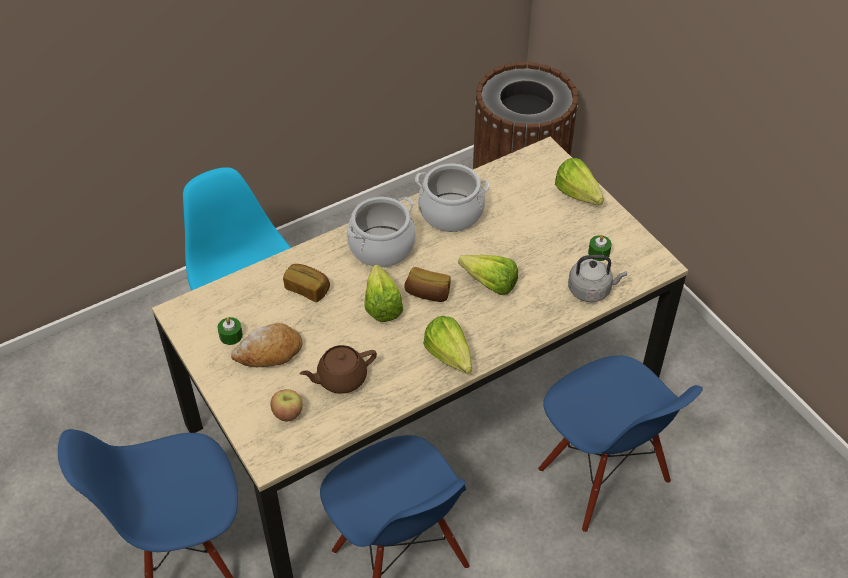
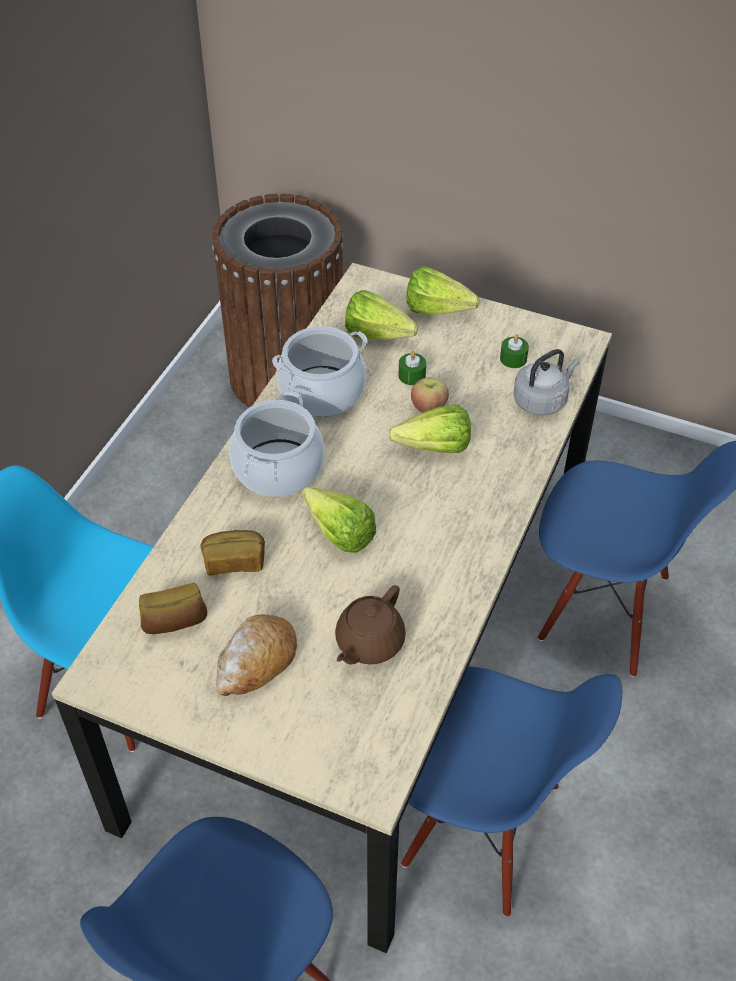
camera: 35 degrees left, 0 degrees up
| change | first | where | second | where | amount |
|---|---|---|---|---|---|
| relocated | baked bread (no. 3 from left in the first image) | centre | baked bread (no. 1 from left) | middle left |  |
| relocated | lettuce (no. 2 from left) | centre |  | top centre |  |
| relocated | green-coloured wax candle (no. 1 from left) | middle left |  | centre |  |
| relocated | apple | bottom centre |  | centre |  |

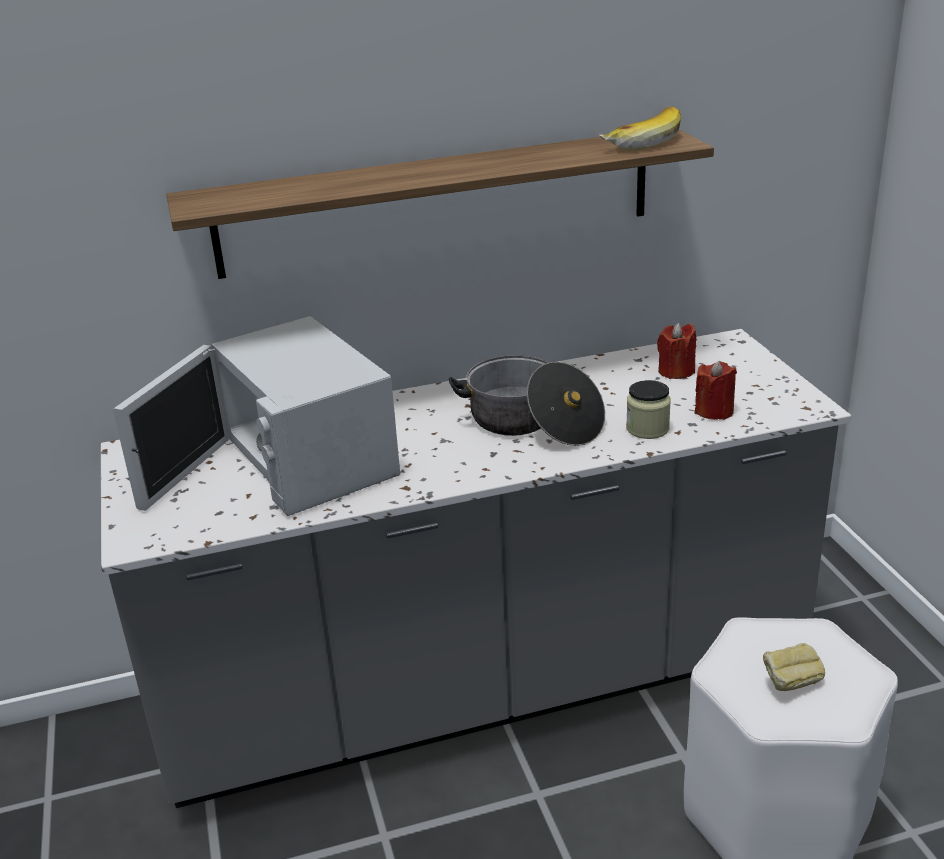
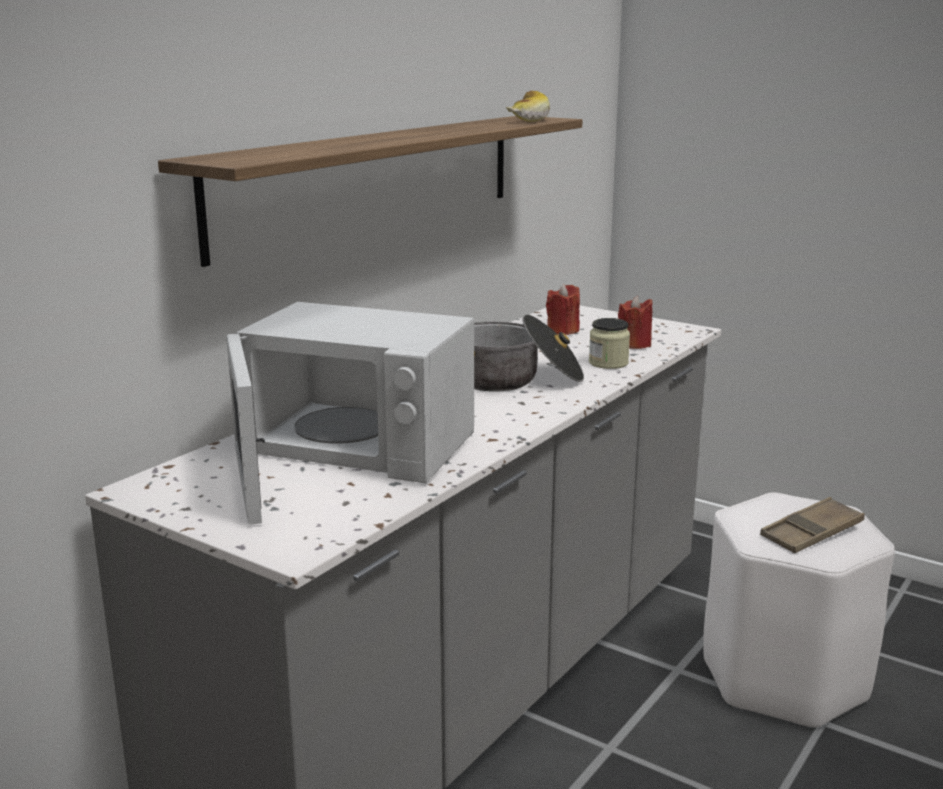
camera: 40 degrees left, 10 degrees down
| change | first | where | second | where | amount |
|---|---|---|---|---|---|
| exchanged | baked bread | bottom right | brownish carrying tray | middle right |  |

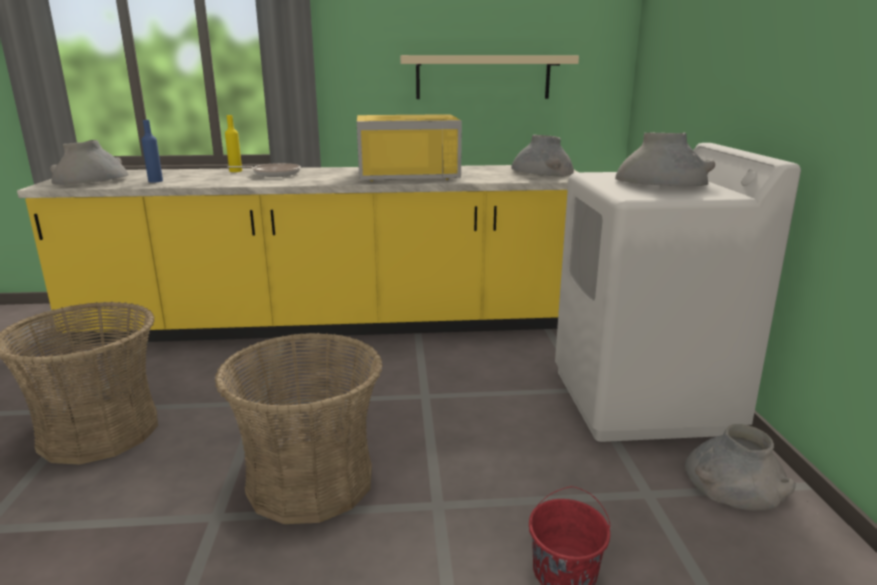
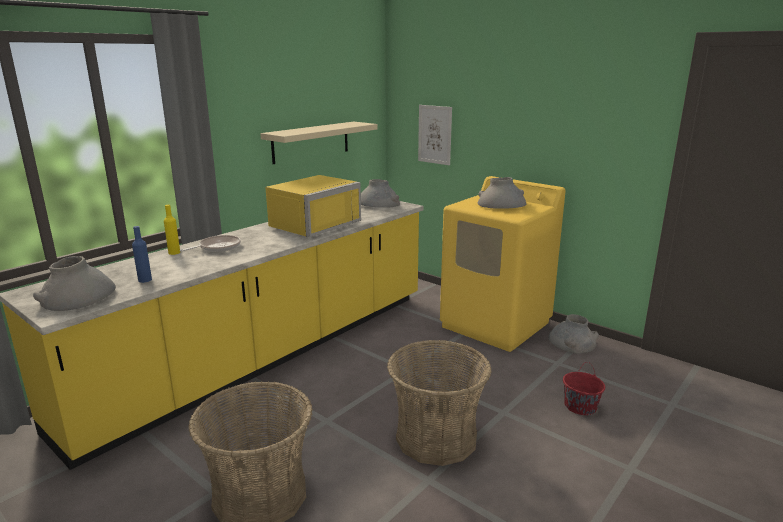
camera: 45 degrees left, 0 degrees up
| change | first | where | second | where | amount |
|---|---|---|---|---|---|
| appeared |  |  | picture | top centre |  |
| colour | whitish washing machine | middle right | yellowish washing machine | centre |  |

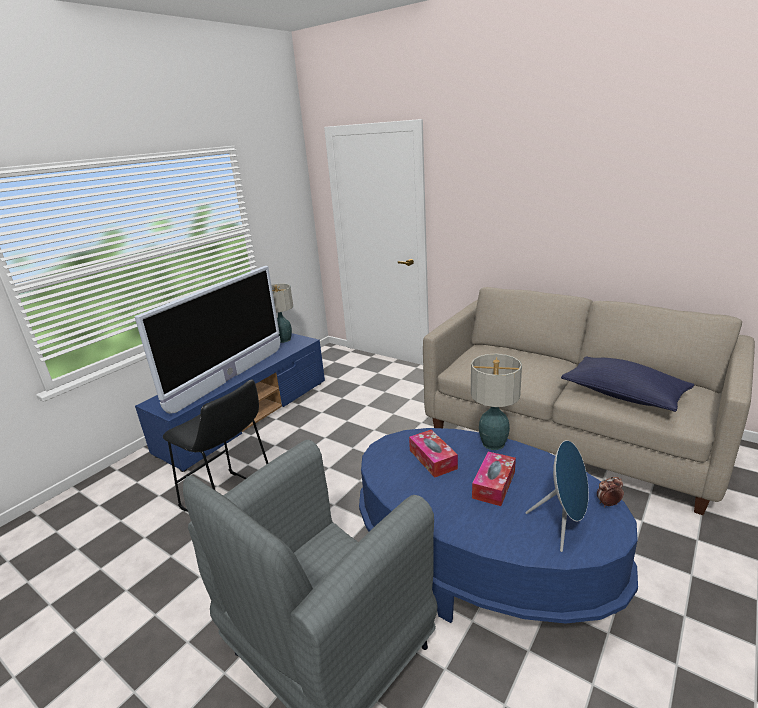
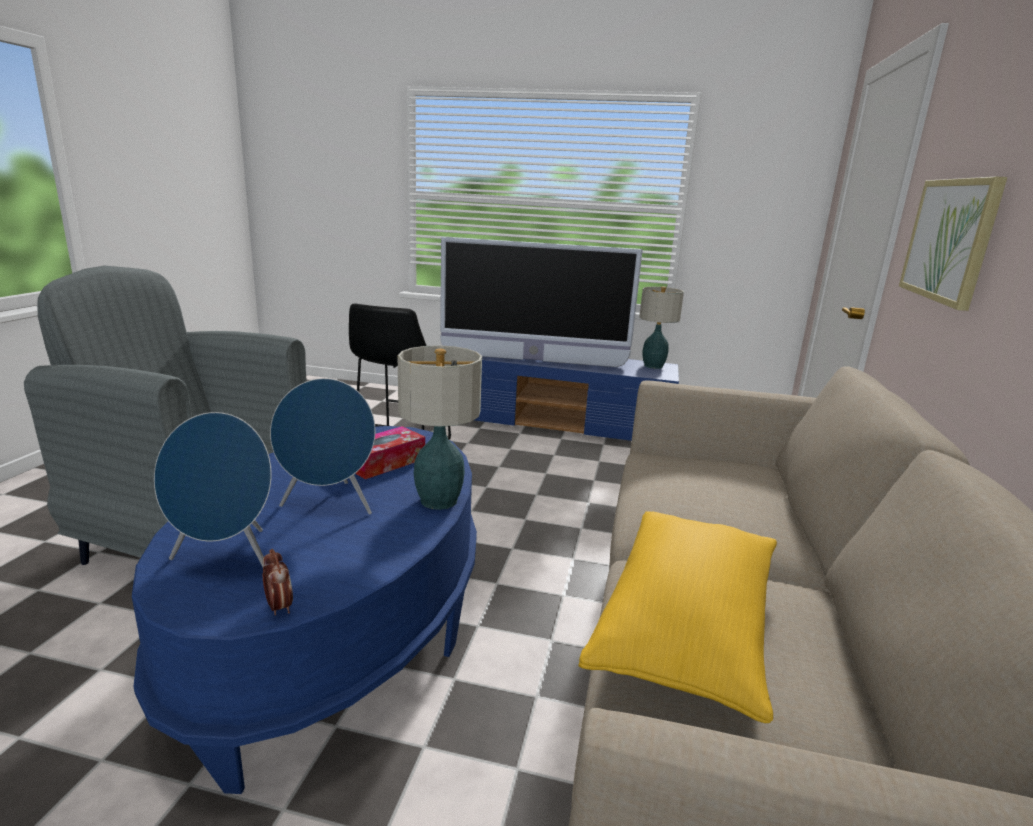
camera: 65 degrees right, 5 degrees down
| change | first | where | second | where | amount |
|---|---|---|---|---|---|
| exchanged | tissue holder (no. 2 from left) | bottom centre | blue-coloured audio speaker (no. 2 from left) | middle left |  |
| colour | blue-coloured pillow | middle right | yellowish pillow | bottom centre |  |
| appeared |  |  | picture | top right |  |

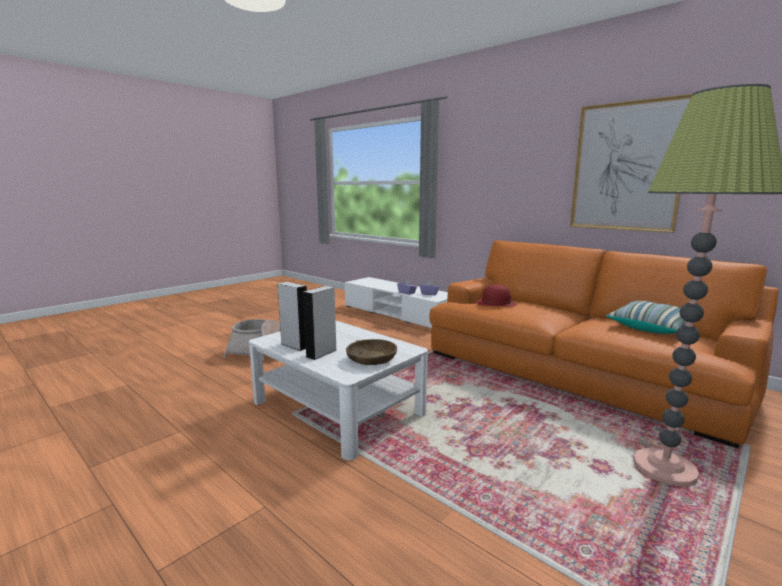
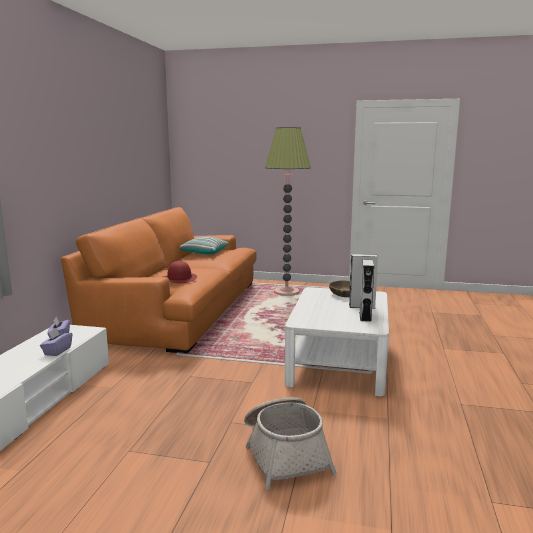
camera: 120 degrees left, 0 degrees up
| change | first | where | second | where | amount |
|---|---|---|---|---|---|
| missing | picture | top right |  |  |  |

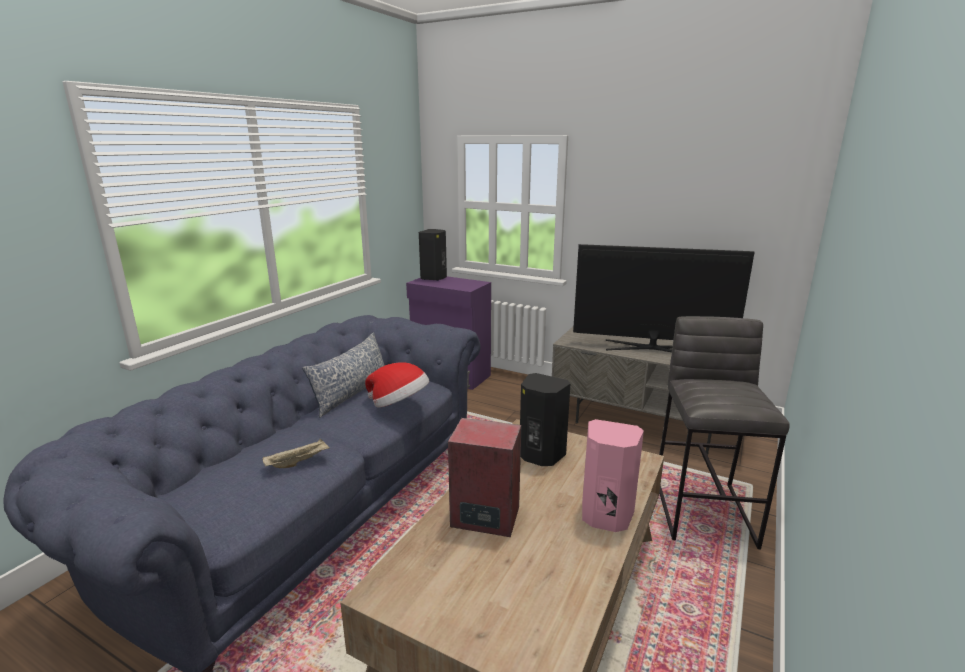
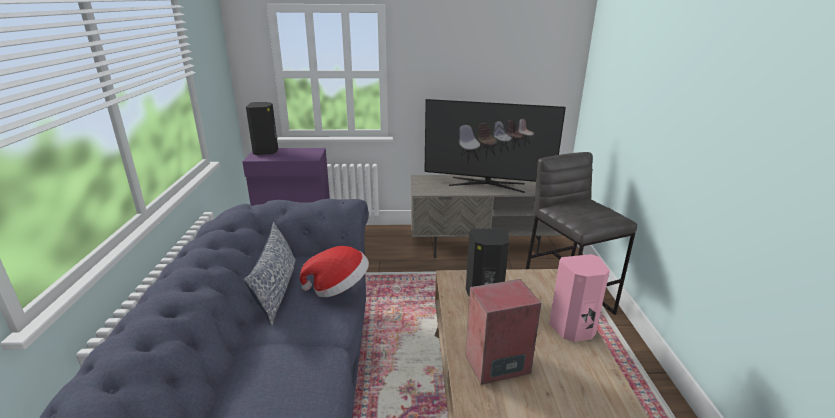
camera: 30 degrees left, 5 degrees up
| change | first | where | second | where | amount |
|---|---|---|---|---|---|
| spun | TV set | middle right |  | centre | 150 degrees counterclockwise |
| missing | beige-coloured carrying tray | bottom left |  |  |  |

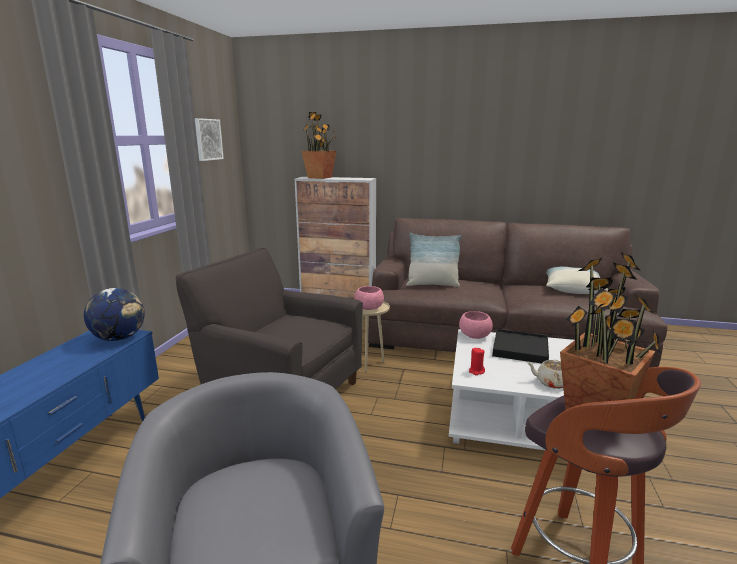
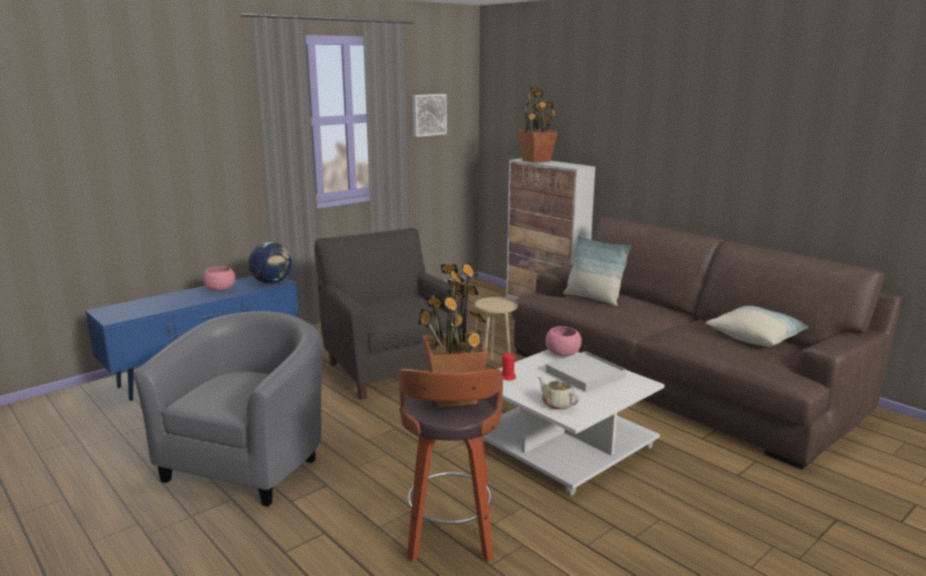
camera: 35 degrees right, 0 degrees up
| change | first | where | second | where | amount |
|---|---|---|---|---|---|
| relocated | pinkish serving bowl (no. 1 from left) | centre |  | middle left |  |
| colour | blackish carrying tray | middle right | whitish carrying tray | centre |  |

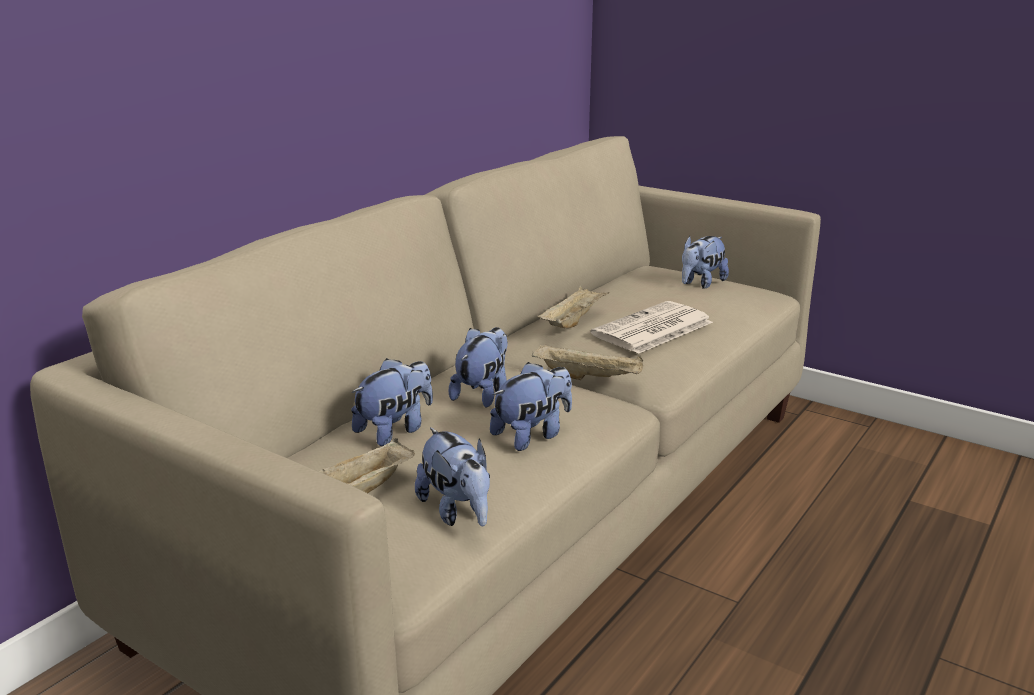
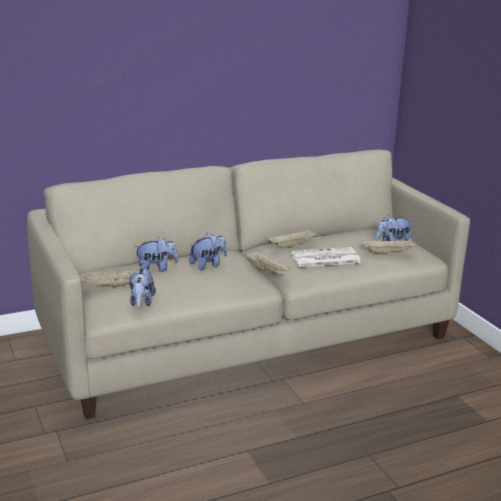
camera: 30 degrees right, 0 degrees up
| change | first | where | second | where | amount |
|---|---|---|---|---|---|
| appeared |  |  | beige-coloured carrying tray (no. 4 from left) | middle right |  |
| missing | plush toy (no. 4 from left) | centre |  |  |  |

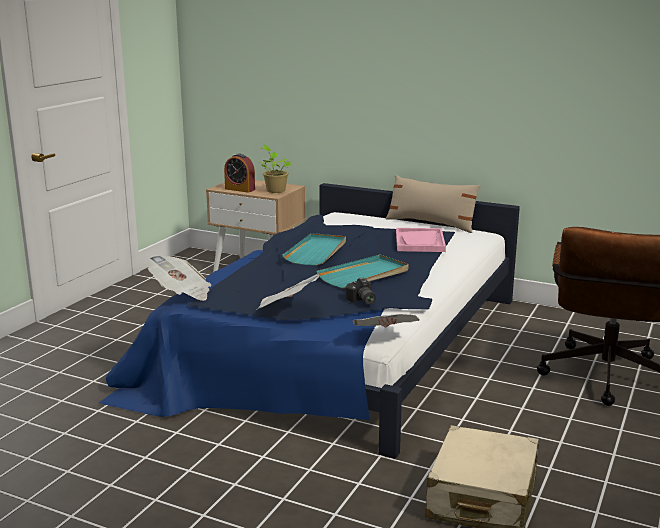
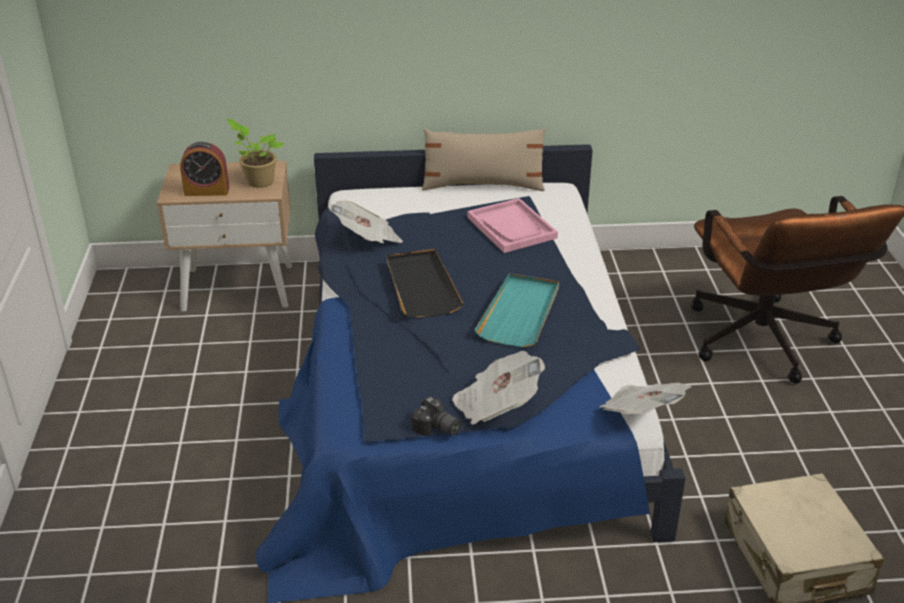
camera: 30 degrees left, 15 degrees up
| change | first | where | second | where | amount |
|---|---|---|---|---|---|
| relocated | newspaper (no. 1 from left) | middle left |  | centre |  |
| colour | blue-green carrying tray (no. 1 from left) | centre | blackish carrying tray | centre |  |
| relocated | photo camera | centre |  | bottom centre |  |

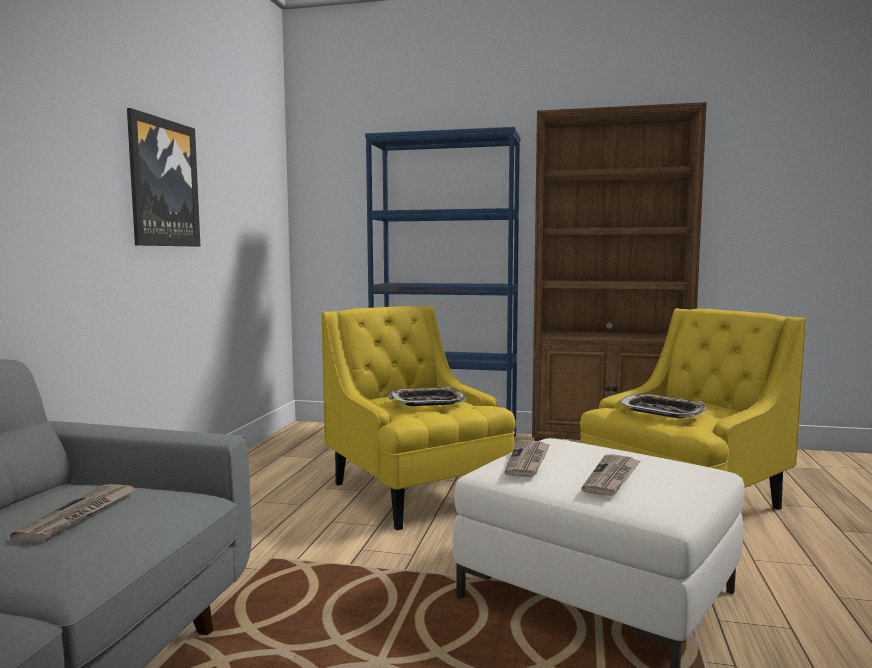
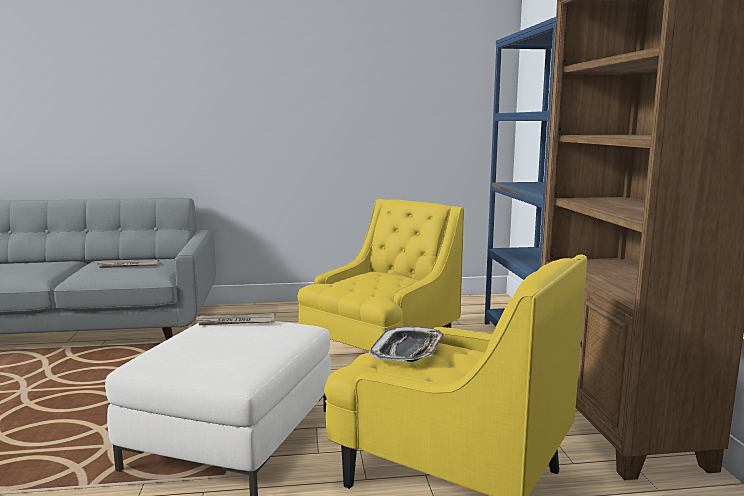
camera: 70 degrees right, 5 degrees up
| change | first | where | second | where | amount |
|---|---|---|---|---|---|
| missing | picture | top left |  |  |  |
| missing | carrying tray (no. 1 from left) | centre |  |  |  |
| missing | newspaper (no. 3 from left) | bottom right |  |  |  |

